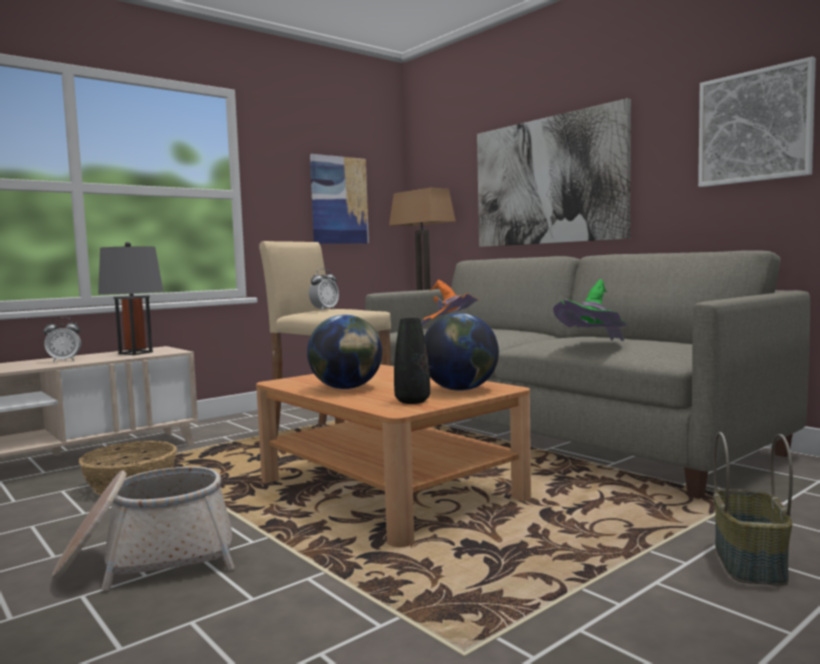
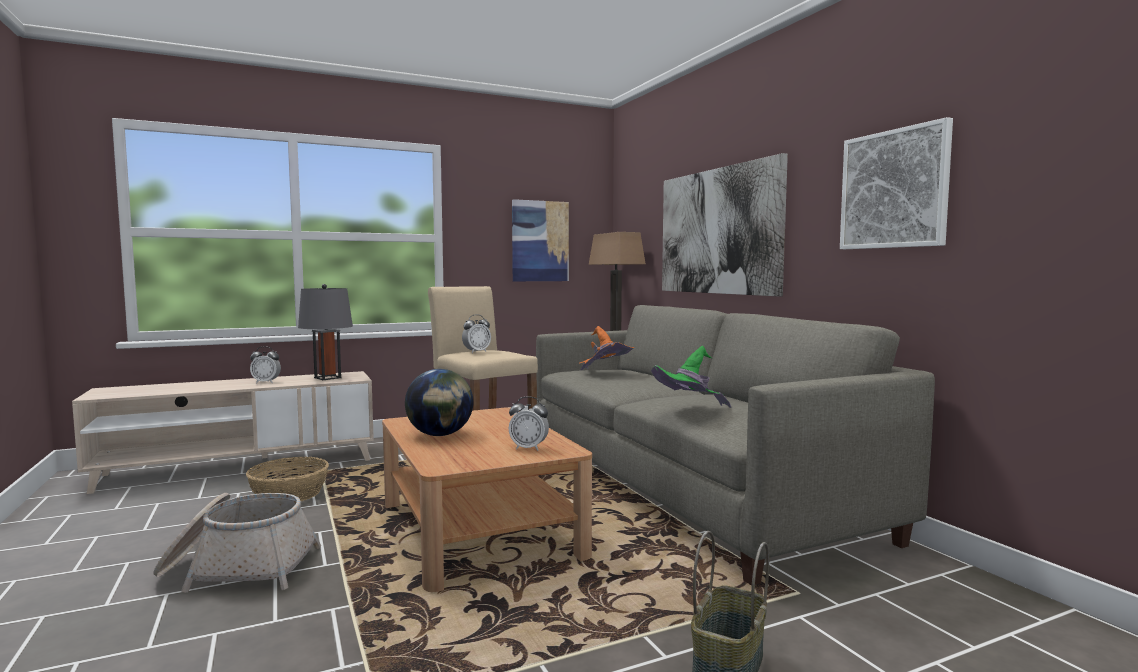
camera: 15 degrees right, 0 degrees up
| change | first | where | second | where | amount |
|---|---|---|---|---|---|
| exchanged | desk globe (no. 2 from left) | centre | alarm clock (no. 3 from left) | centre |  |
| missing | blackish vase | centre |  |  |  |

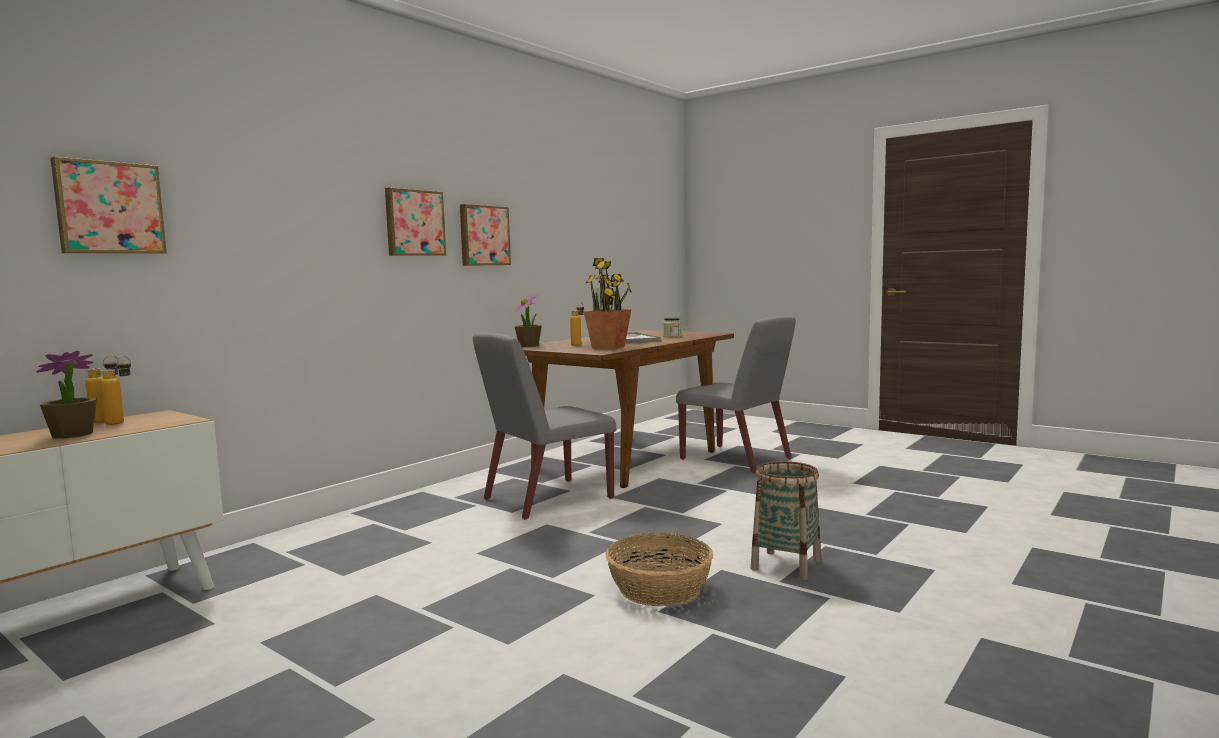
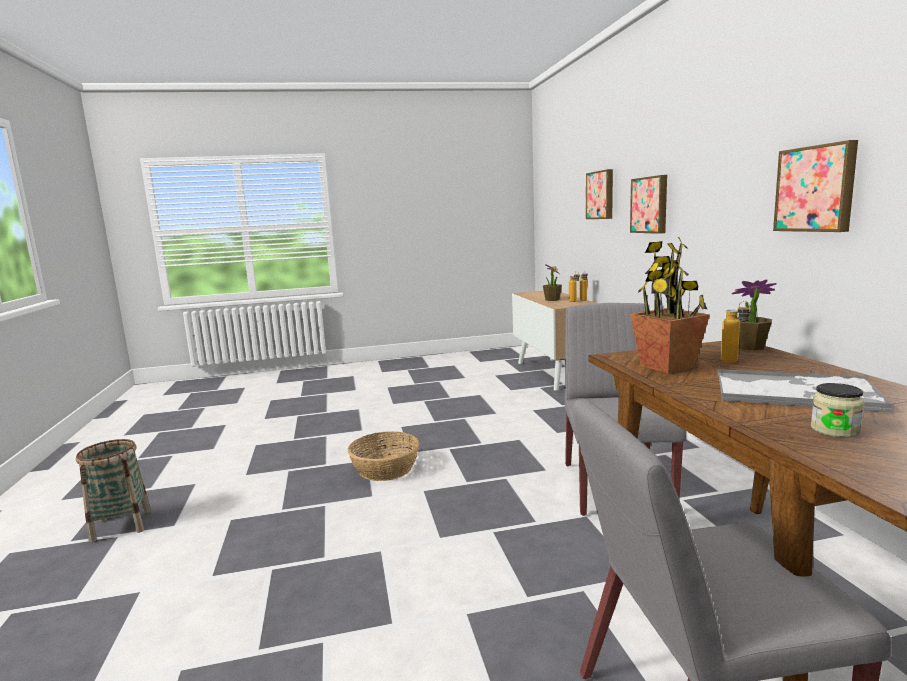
camera: 130 degrees right, 5 degrees up
| change | first | where | second | where | amount |
|---|---|---|---|---|---|
| relocated | storage basket (no. 2 from left in the first image) | bottom centre | storage basket (no. 1 from left) | bottom left |  |
| relocated | picture (no. 2 from left) | top centre |  | top right |  |

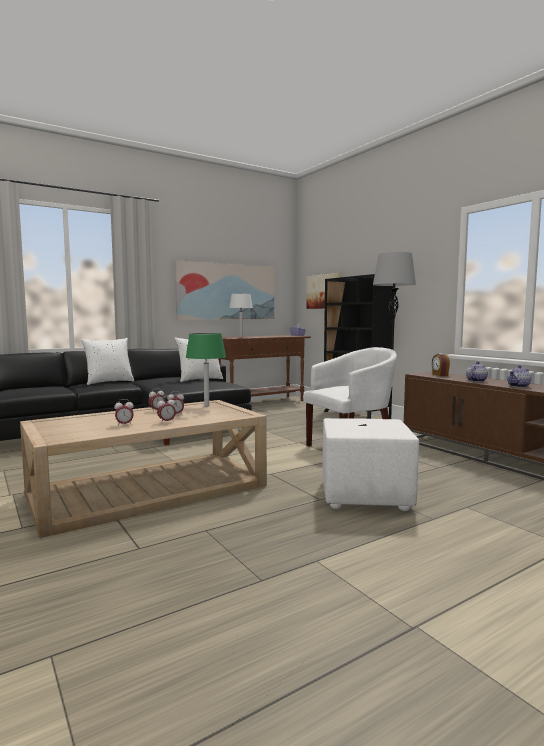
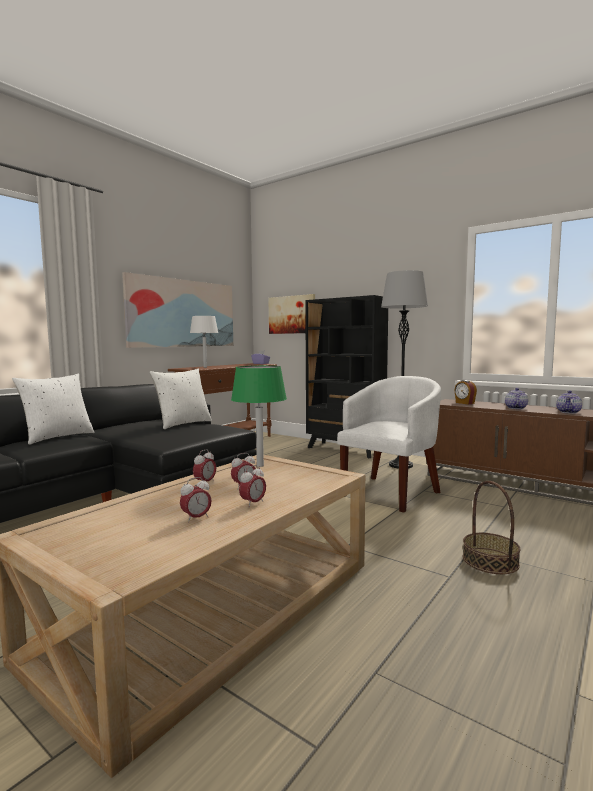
camera: 20 degrees left, 0 degrees up
| change | first | where | second | where | amount |
|---|---|---|---|---|---|
| exchanged | whitish ottoman | middle right | storage basket | middle right |  |

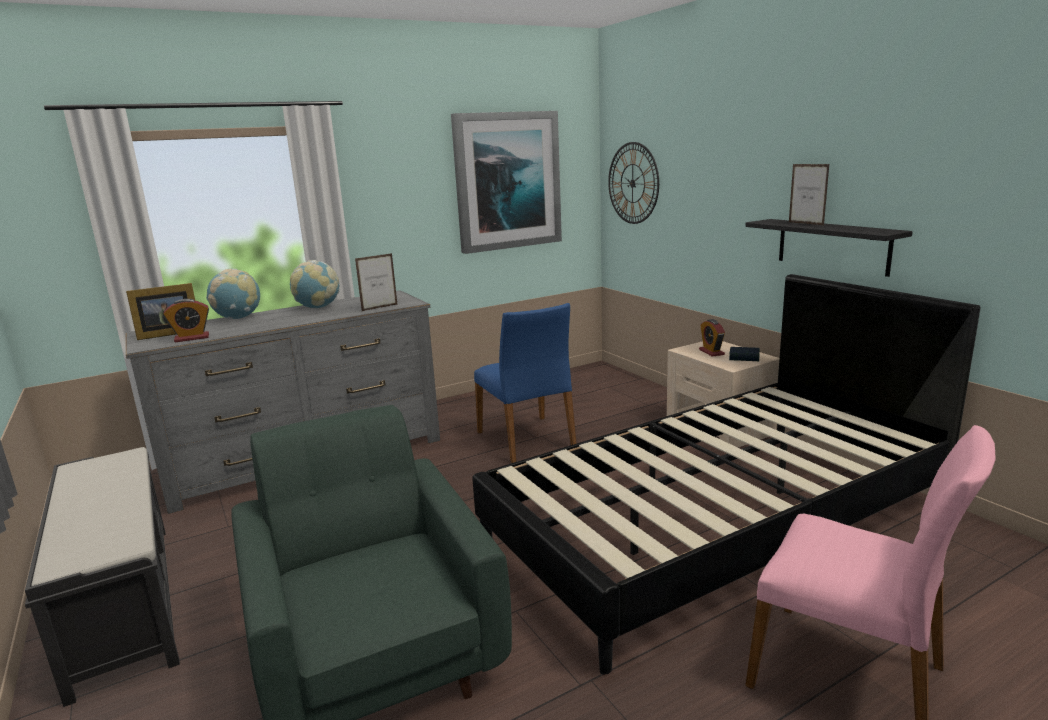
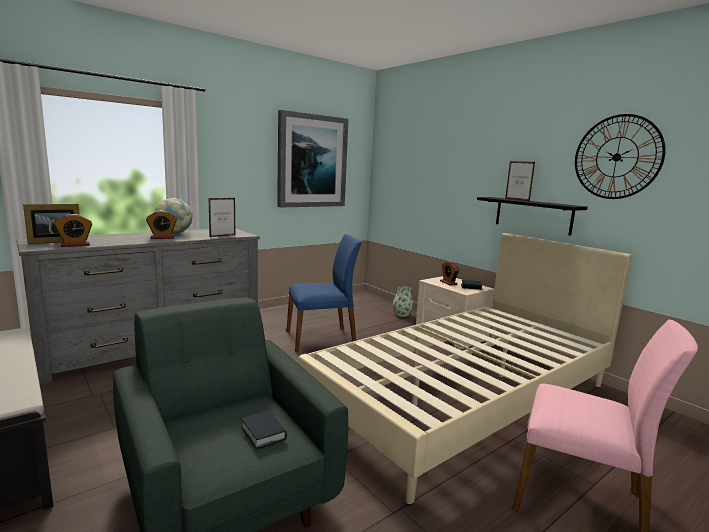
camera: 10 degrees left, 5 degrees down
| change | first | where | second | where | amount |
|---|---|---|---|---|---|
| appeared |  |  | alarm clock (no. 2 from left) | middle left |  |
| appeared |  |  | volume (no. 1 from left) | bottom centre |  |
| spun | blue-coloured upright chair | centre |  | centre | 75 degrees counterclockwise |
| colour | blackish sleeping bed | middle right | beige-coloured sleeping bed | bottom centre |  |
| appeared |  |  | vase | centre |  |
| relocated | clock on the wall | top centre |  | top right |  |
| missing | desk globe (no. 1 from left) | middle left |  |  |  |

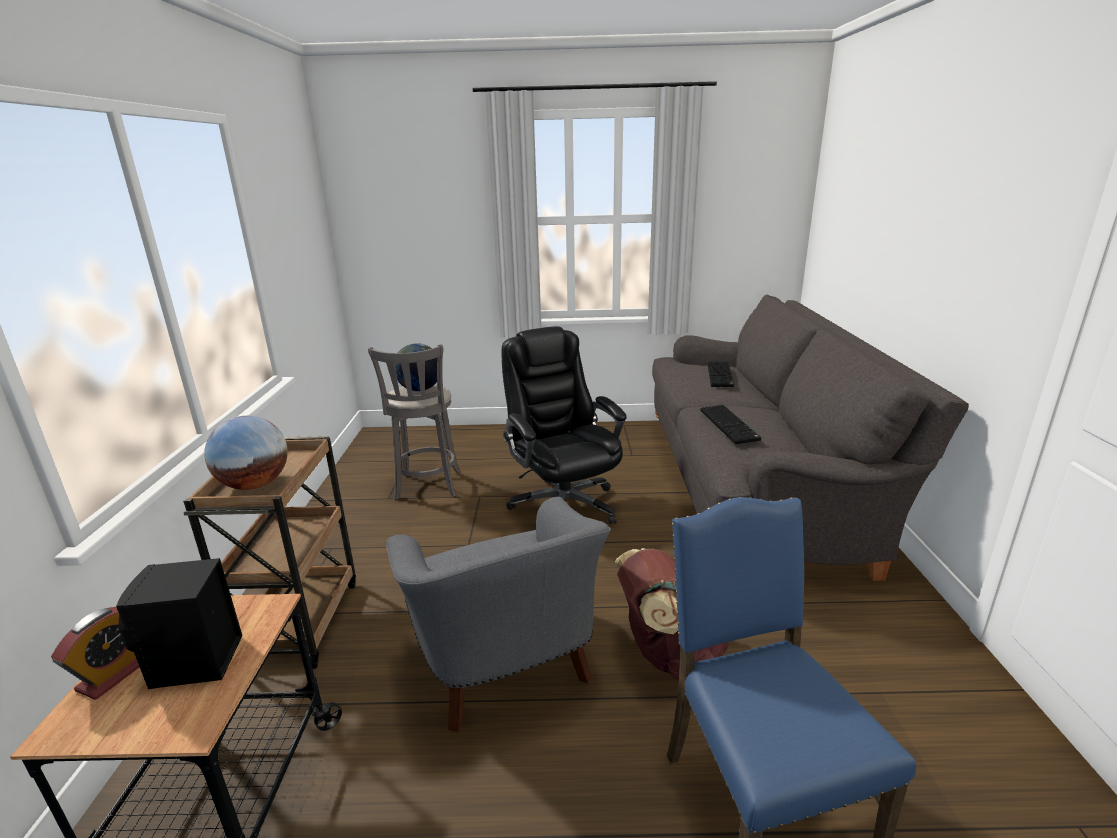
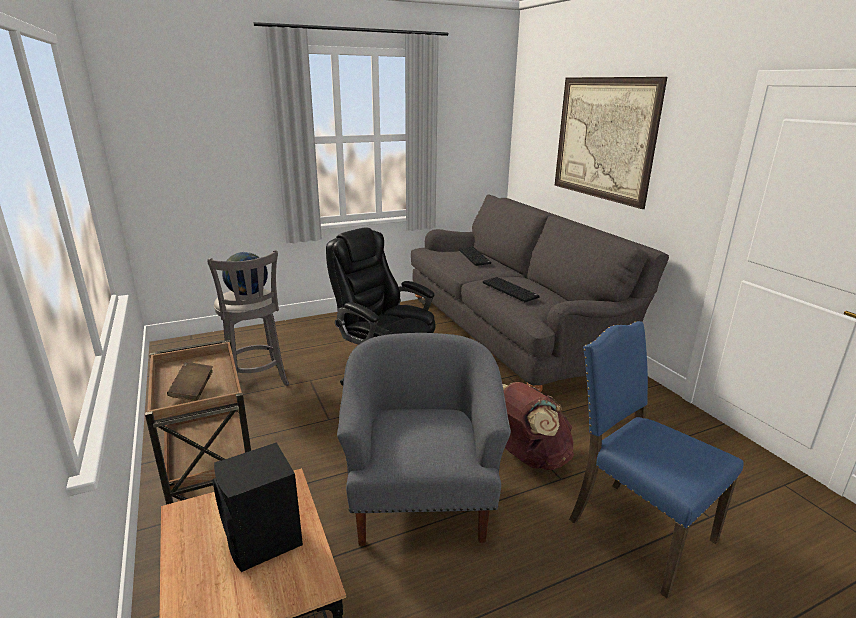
camera: 25 degrees left, 0 degrees up
| change | first | where | second | where | amount |
|---|---|---|---|---|---|
| exchanged | desk globe (no. 1 from left) | middle left | brownish volume | middle left |  |
| spun | gray easy chair | bottom centre |  | bottom centre | 135 degrees counterclockwise |
| appeared |  |  | picture | top right |  |
| missing | alarm clock | bottom left |  |  |  |

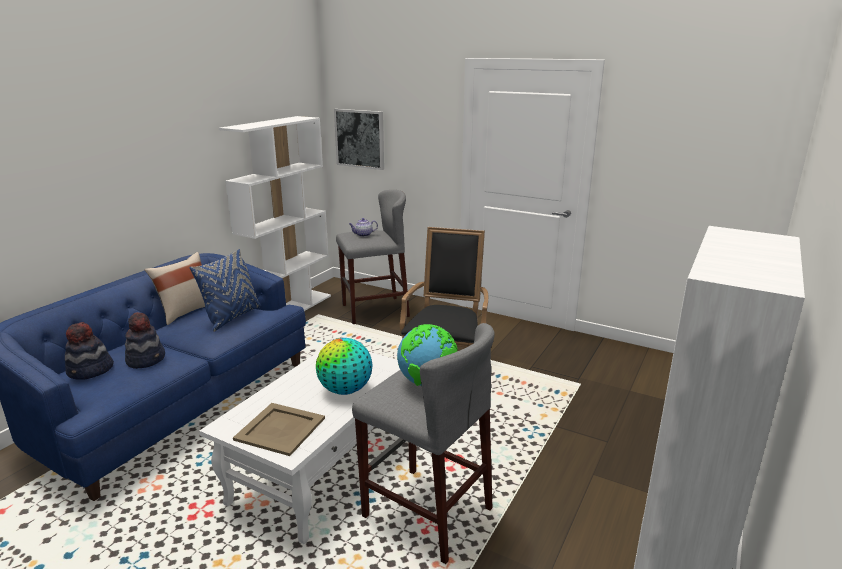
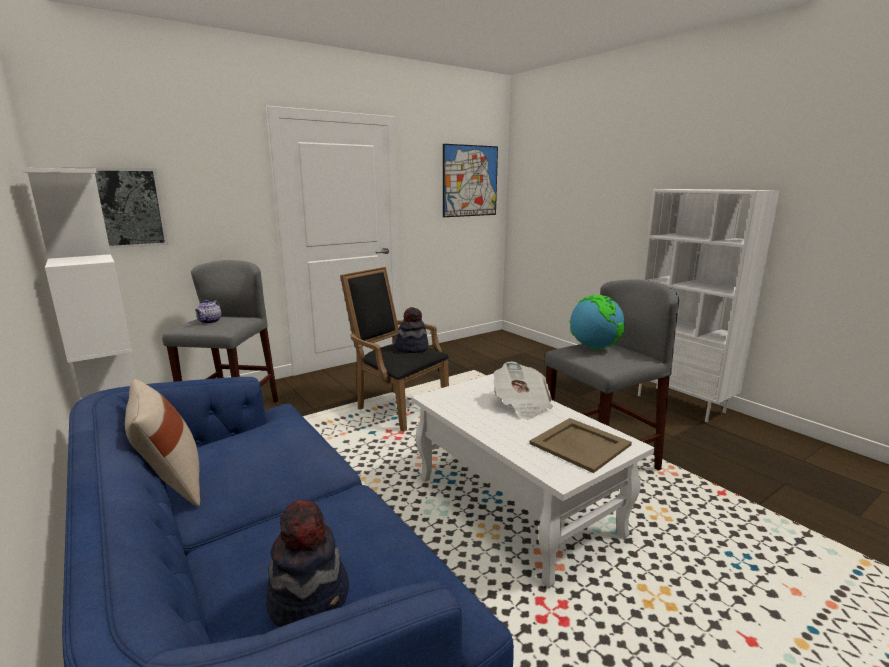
camera: 65 degrees left, 5 degrees down
| change | first | where | second | where | amount |
|---|---|---|---|---|---|
| relocated | clothing hat (no. 2 from left) | middle left |  | centre |  |
| appeared |  |  | picture (no. 2 from left) | top centre |  |
| exchanged | desk globe (no. 1 from left) | centre | newspaper | centre |  |
| missing | blue-coloured pillow | middle left |  |  |  |

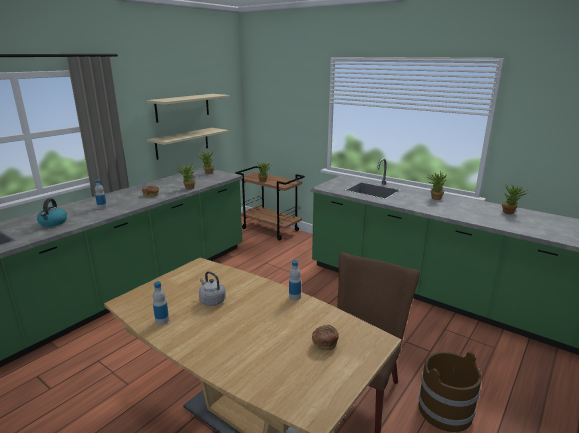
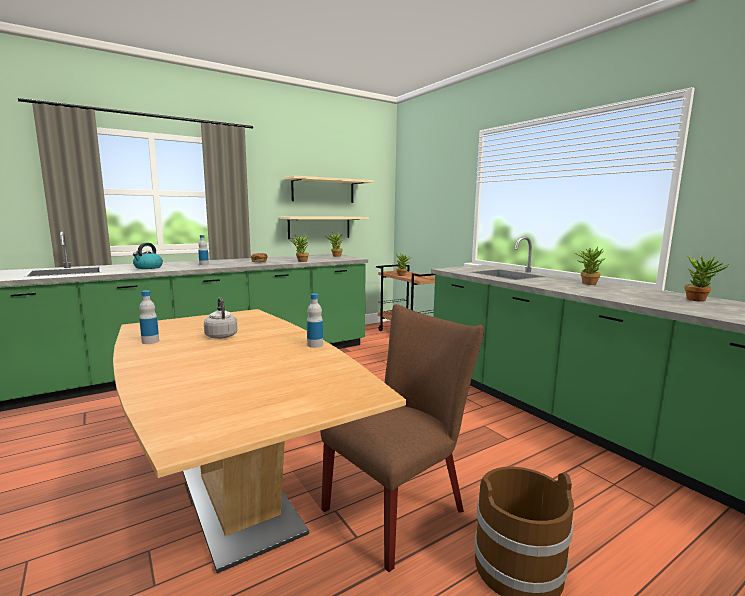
camera: 20 degrees right, 10 degrees down
| change | first | where | second | where | amount |
|---|---|---|---|---|---|
| missing | baked bread (no. 2 from left) | bottom centre |  |  |  |

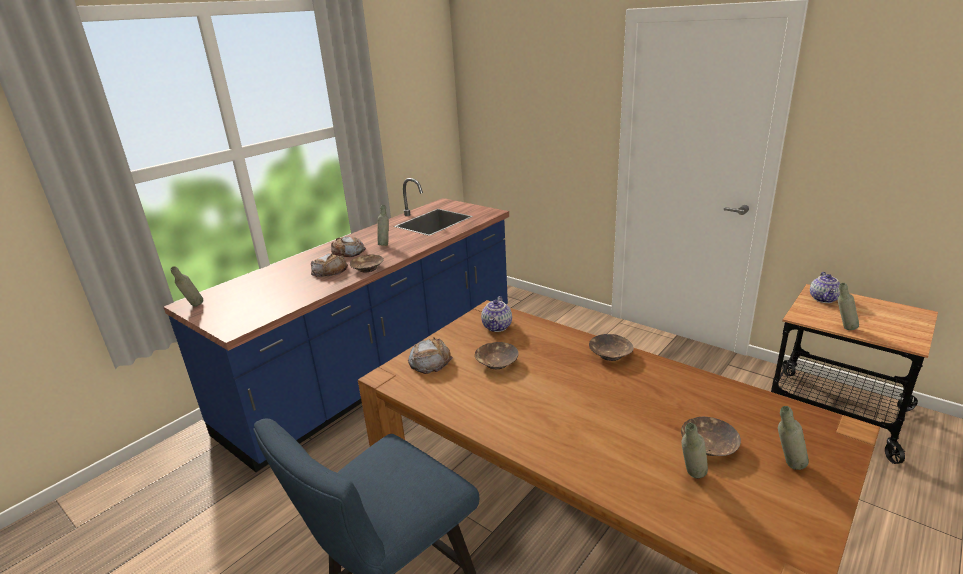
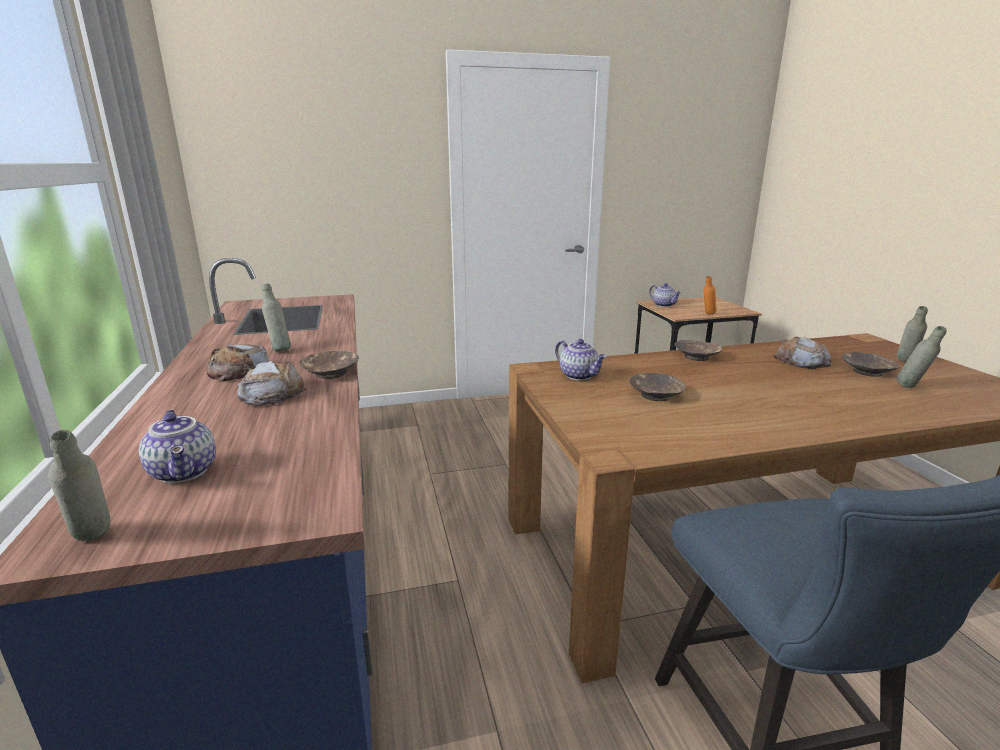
camera: 55 degrees left, 5 degrees down
| change | first | where | second | where | amount |
|---|---|---|---|---|---|
| appeared |  |  | teapot (no. 1 from left) | middle left |  |
| colour | gray beverage bottle (no. 5 from left) | middle right | orange beverage bottle | middle right |  |
| relocated | baked bread (no. 3 from left) | centre |  | middle right |  |

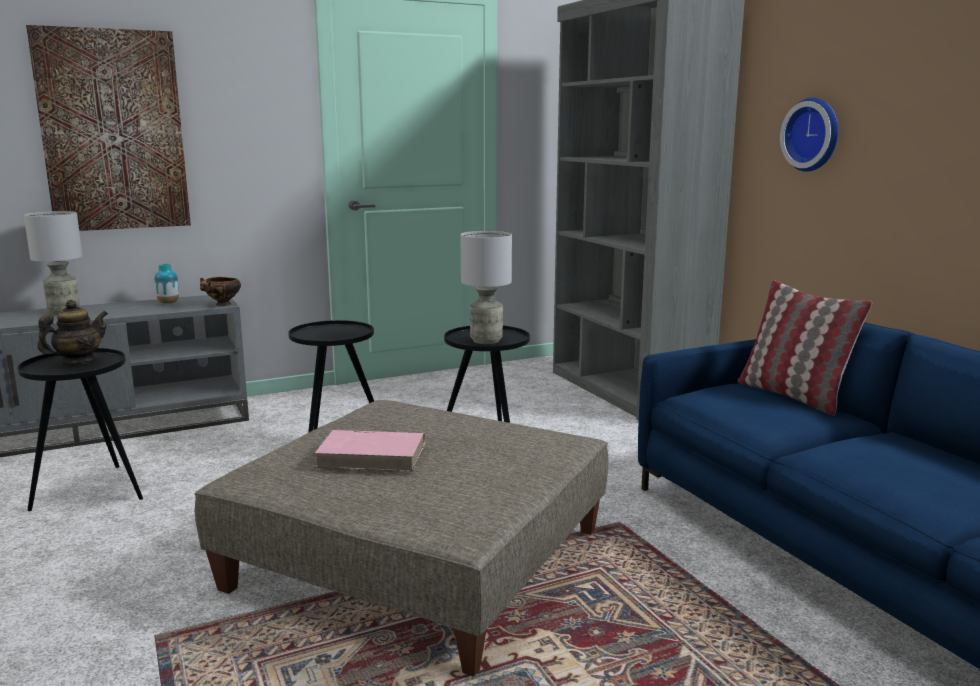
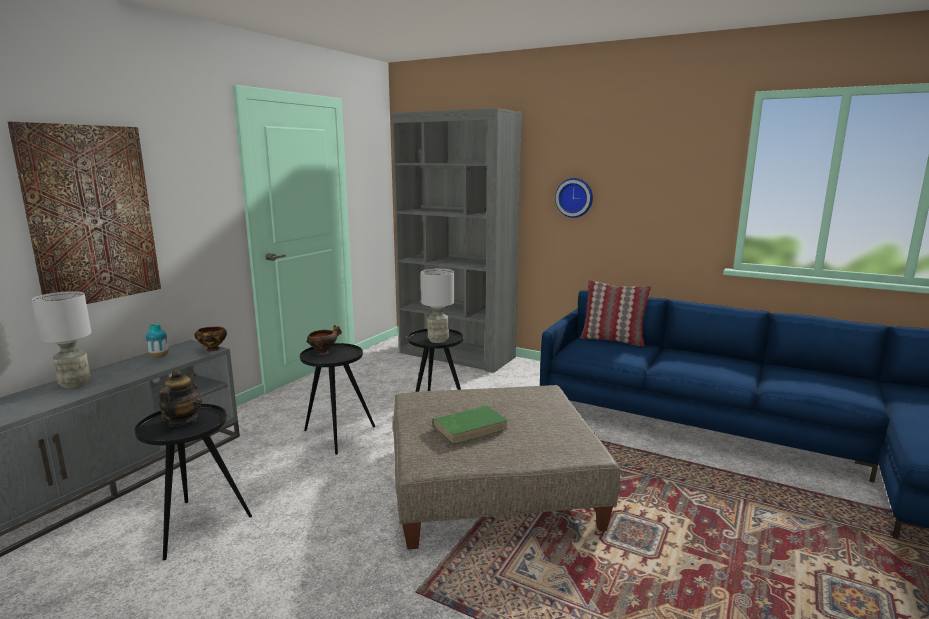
camera: 35 degrees left, 0 degrees up
| change | first | where | second | where | amount |
|---|---|---|---|---|---|
| appeared |  |  | serving bowl (no. 2 from left) | centre |  |
| colour | pinkish volume | centre | green-coloured volume | bottom centre |  |

